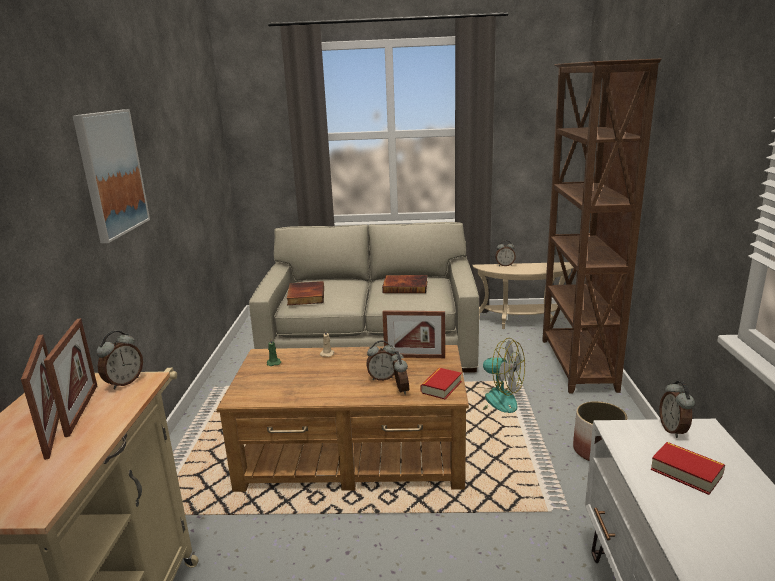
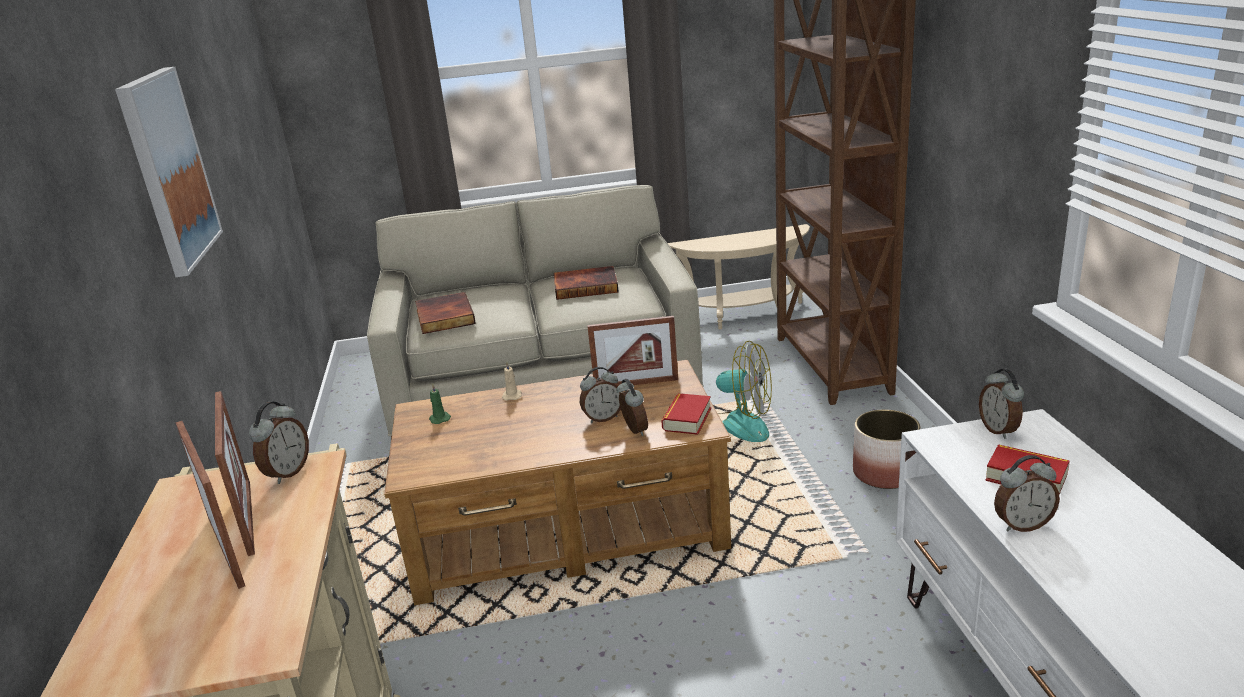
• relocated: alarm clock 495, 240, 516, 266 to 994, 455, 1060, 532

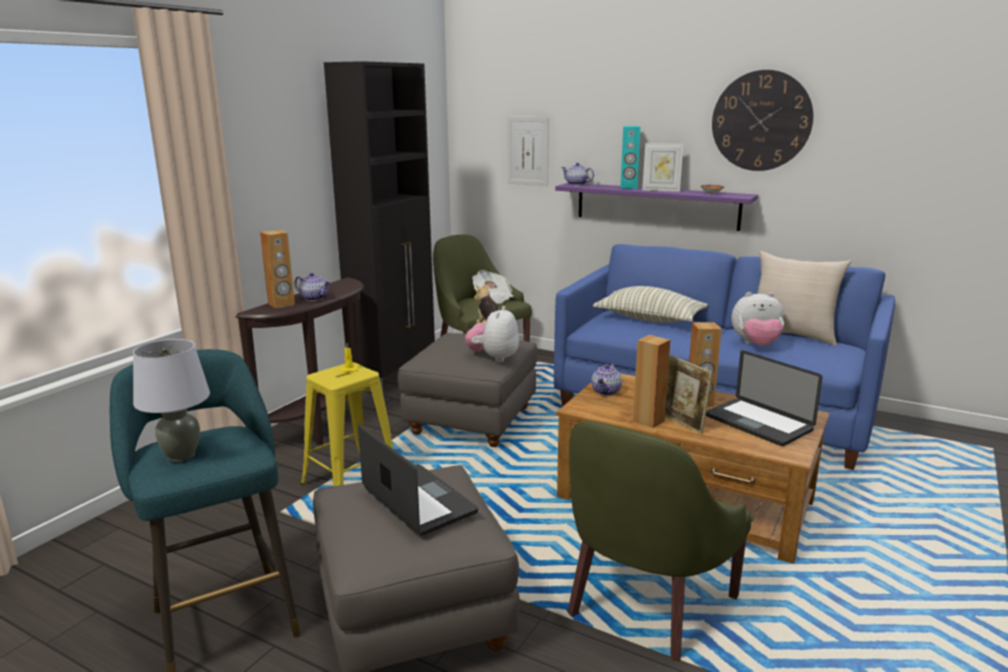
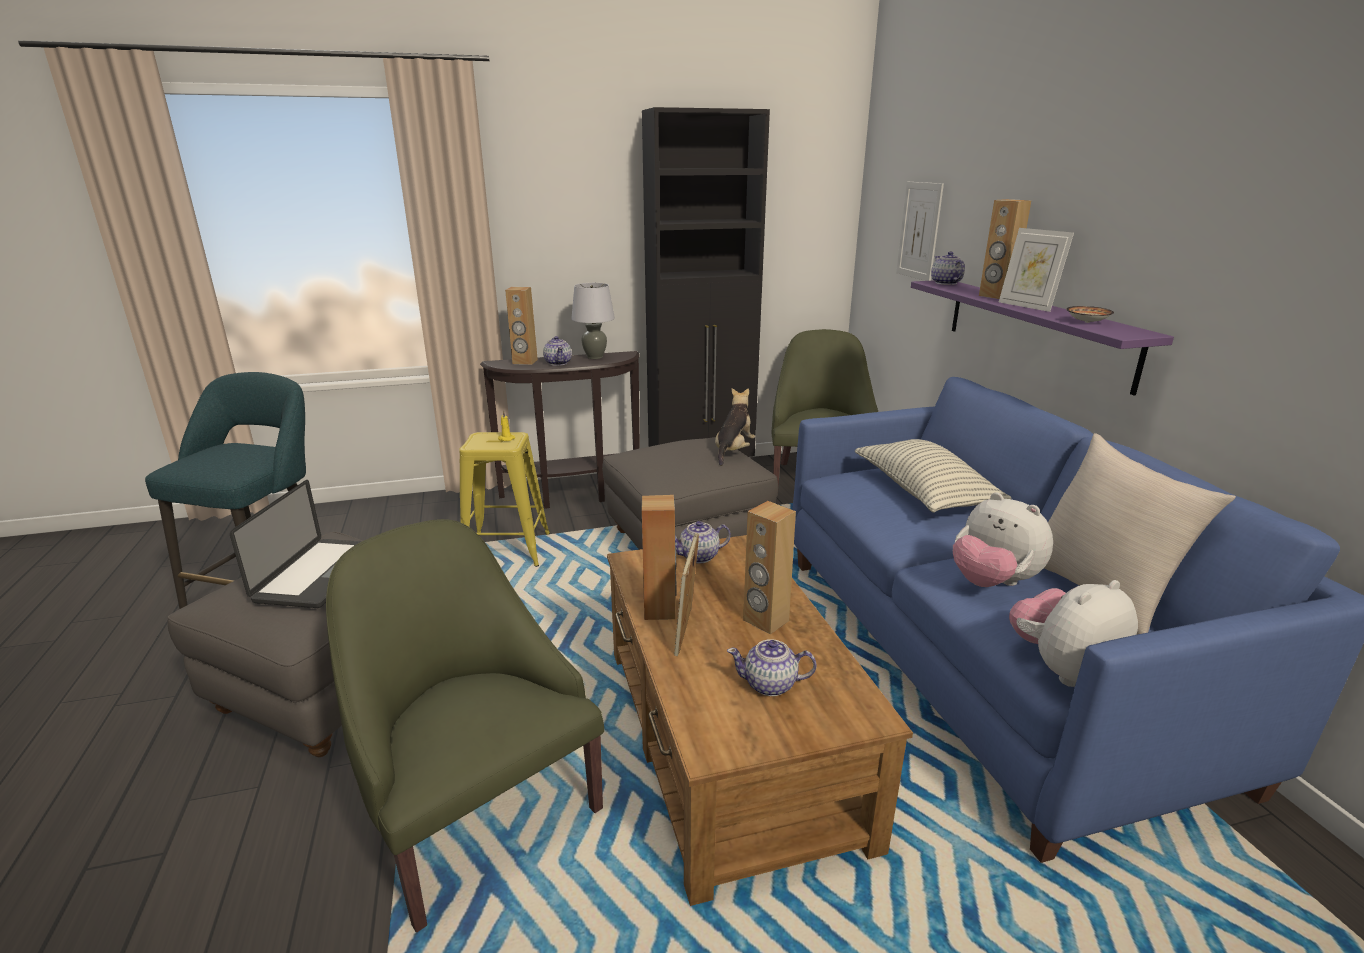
• missing: wall clock 712, 70, 813, 171
• colour: speaker (turquoise) 620, 126, 640, 189 to speaker (brown) 979, 199, 1031, 299
• missing: newspaper 472, 270, 514, 304
• relocated: plush toy 465, 306, 519, 362 to 1009, 580, 1138, 687
• relocated: table lamp (grey) 133, 339, 210, 462 to 571, 283, 615, 359
• exchanged: laptop 706, 350, 823, 446 to teapot 727, 639, 817, 696
• spun: armchair (green) 567, 421, 751, 661 = 326, 519, 604, 932 60 degrees clockwise

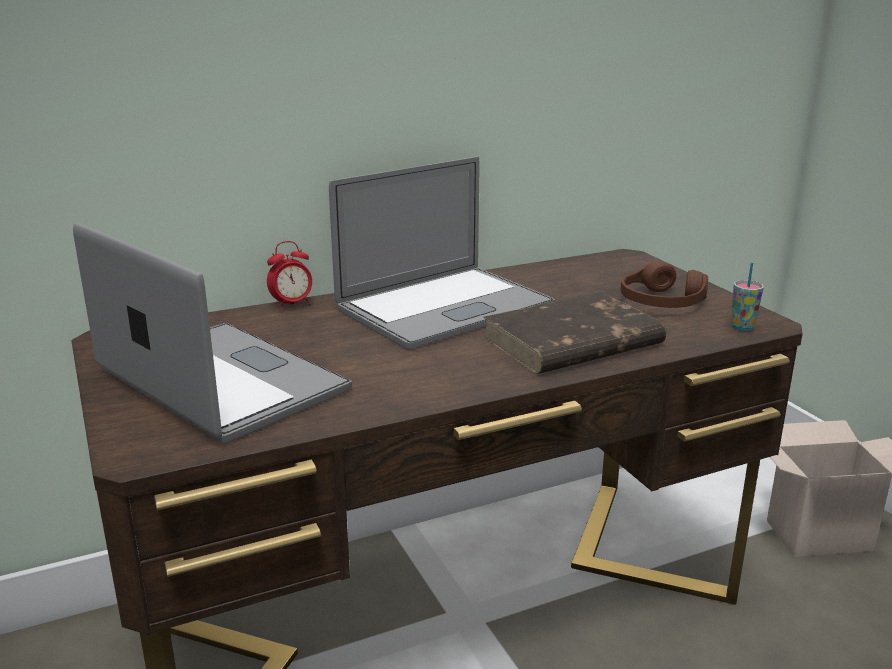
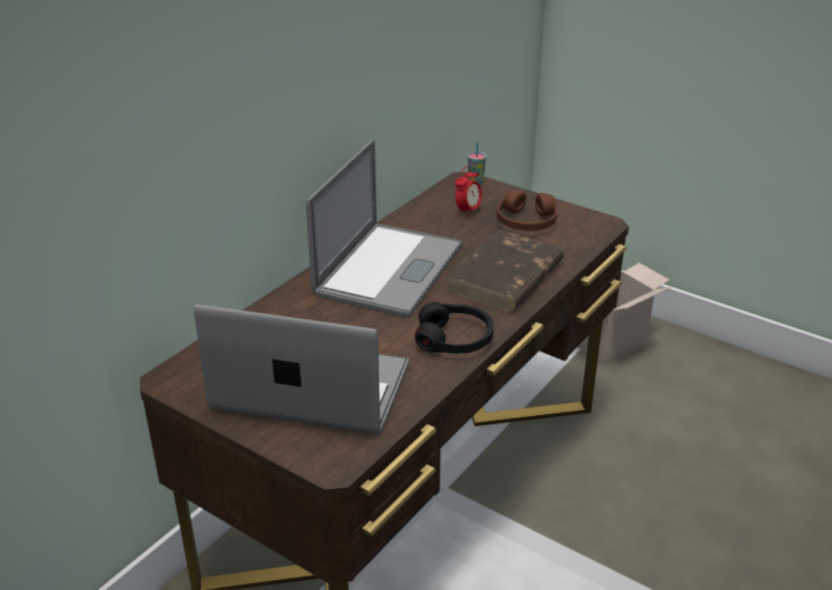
• relocated: alarm clock 267, 241, 312, 310 to 455, 167, 482, 217
• relocated: cup 731, 263, 764, 331 to 468, 141, 486, 185
• appeared: headphones (black) 415, 302, 494, 354

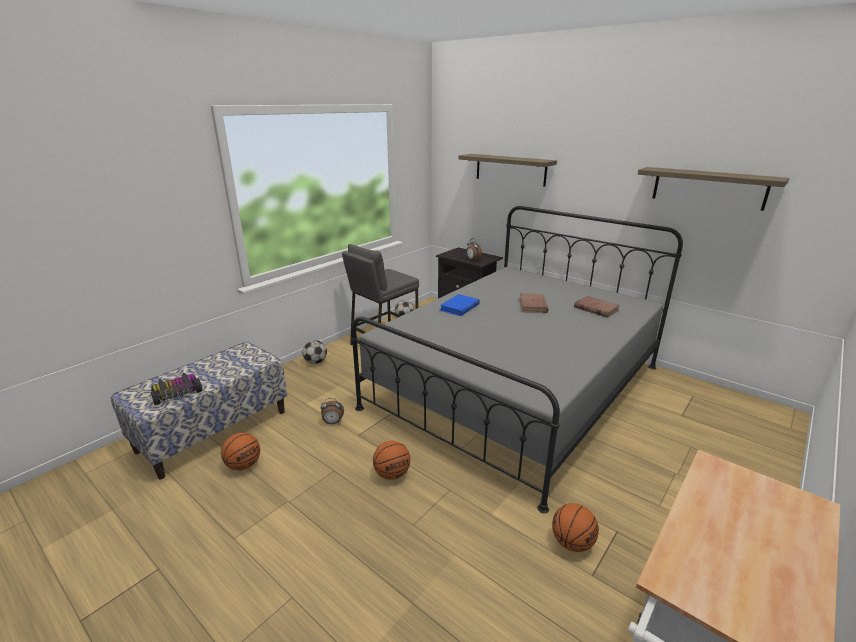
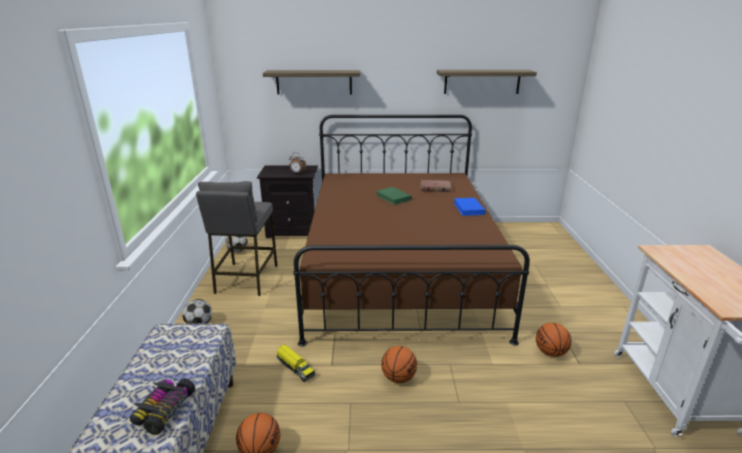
• colour: bed (grey) 351, 206, 683, 513 to bed (brown) 293, 115, 530, 347
• colour: book (brown) 519, 293, 549, 313 to book (green) 376, 187, 412, 205
• relocated: book (blue) 440, 294, 480, 316 to 454, 198, 486, 216
• exchanged: alarm clock 321, 398, 344, 424 to toy truck 276, 344, 315, 382

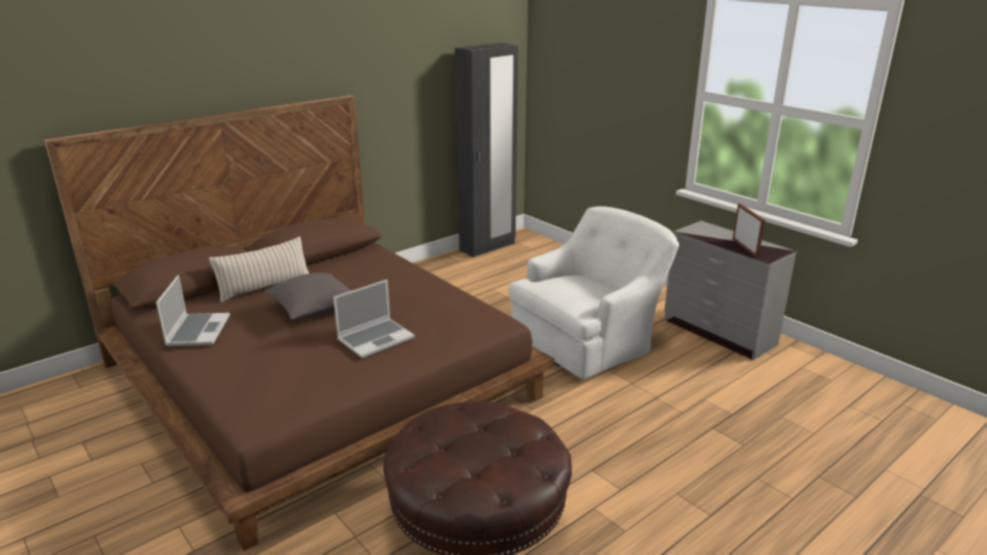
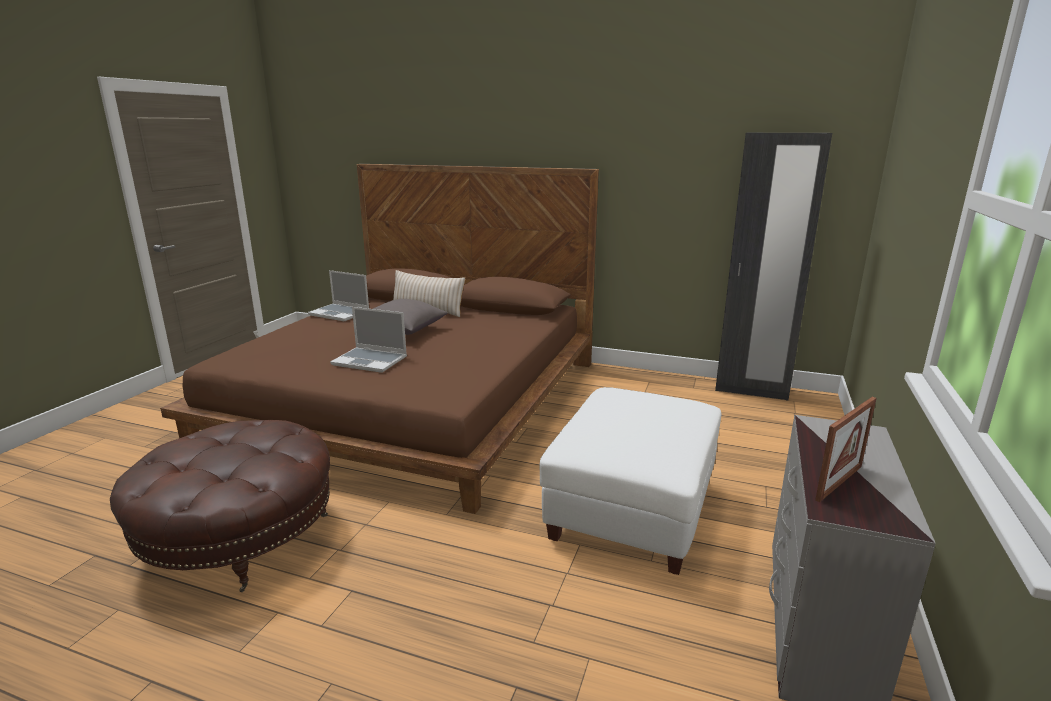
• exchanged: armchair (white) 509, 206, 679, 379 to ottoman (white) 539, 387, 721, 575
• spun: laptop 156, 275, 230, 346 = 308, 270, 369, 321 60 degrees clockwise

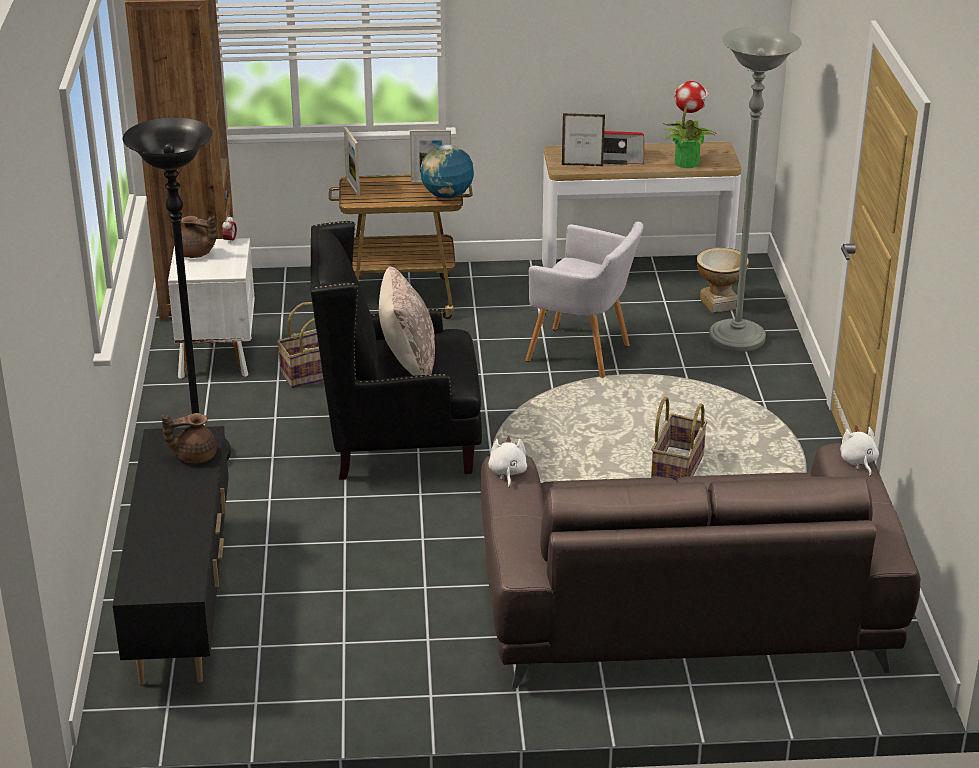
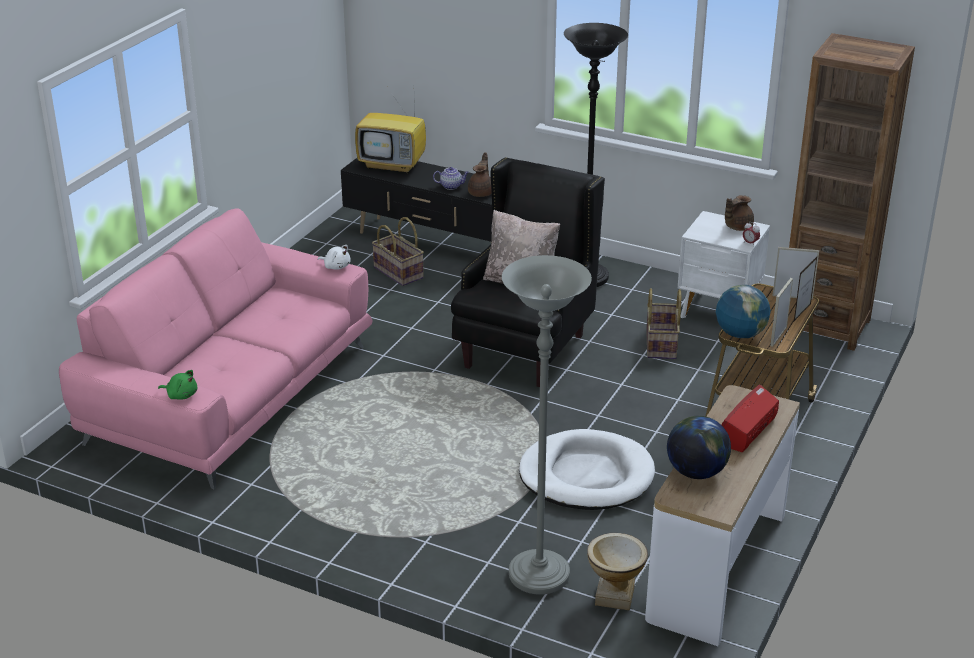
• exchanged: potted plant 663, 81, 717, 168 to globe 667, 416, 731, 479
• relocated: picture frame 562, 113, 605, 166 to 794, 257, 817, 321
• exchanged: armchair (grey) 525, 222, 643, 378 to dog bed (white) 519, 429, 655, 510
• relocated: basket 651, 397, 707, 482 to 372, 217, 424, 286
• colour: plush toy (white) 840, 426, 879, 476 to plush toy (green) 158, 370, 197, 400
• colour: sofa (brown) 481, 443, 920, 688 to sofa (pink) 59, 209, 372, 489
• appeared: television 355, 91, 426, 173
• appeared: teapot 433, 167, 469, 190

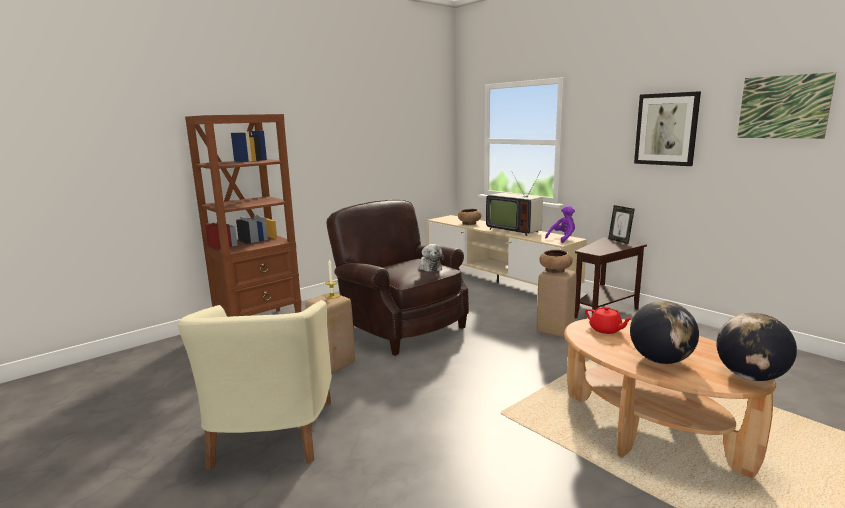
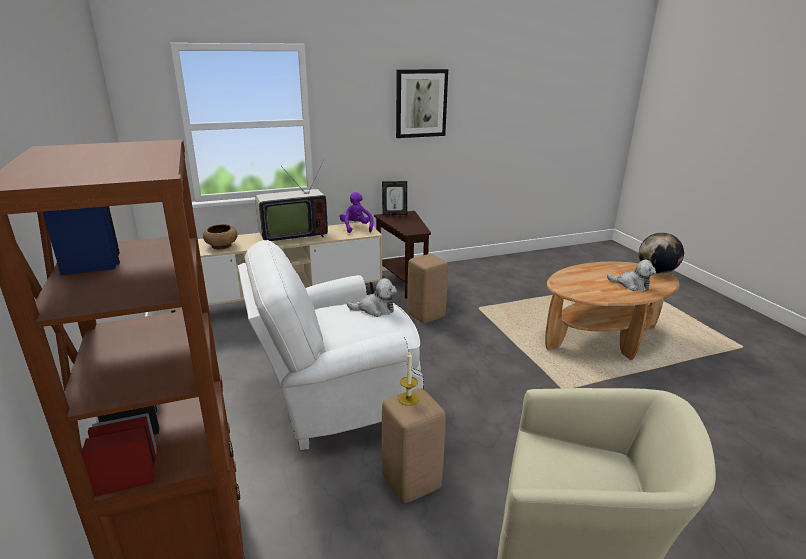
• missing: picture 737, 72, 836, 139
• colour: armchair (brown) 327, 200, 469, 356 to armchair (white) 238, 240, 424, 450
• missing: bowl (brown) 539, 250, 573, 273
• exchanged: globe 630, 301, 699, 364 to plush toy 607, 260, 656, 291
• missing: teapot (red) 585, 306, 632, 334

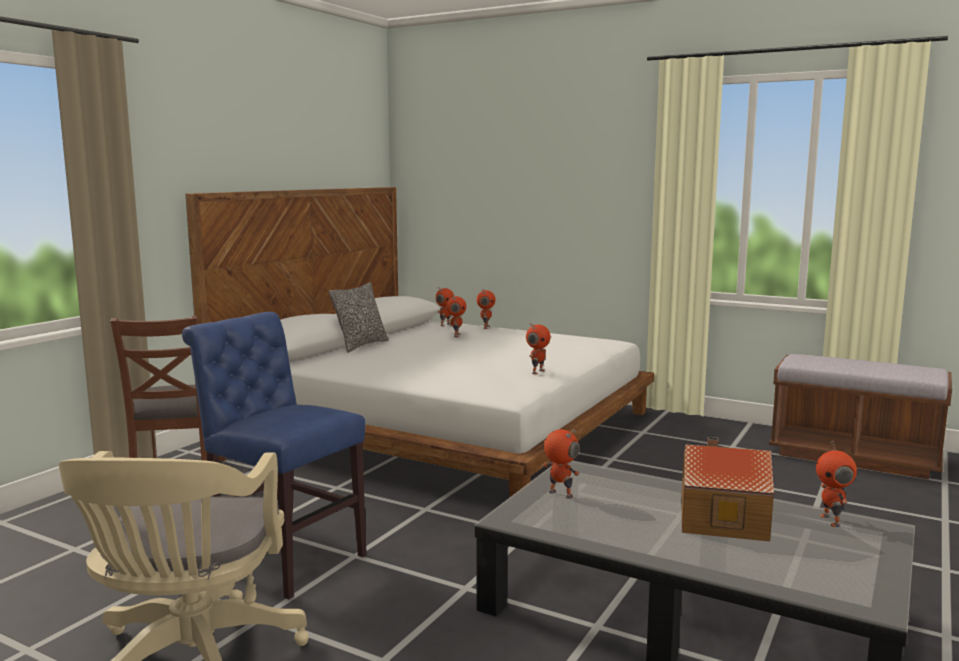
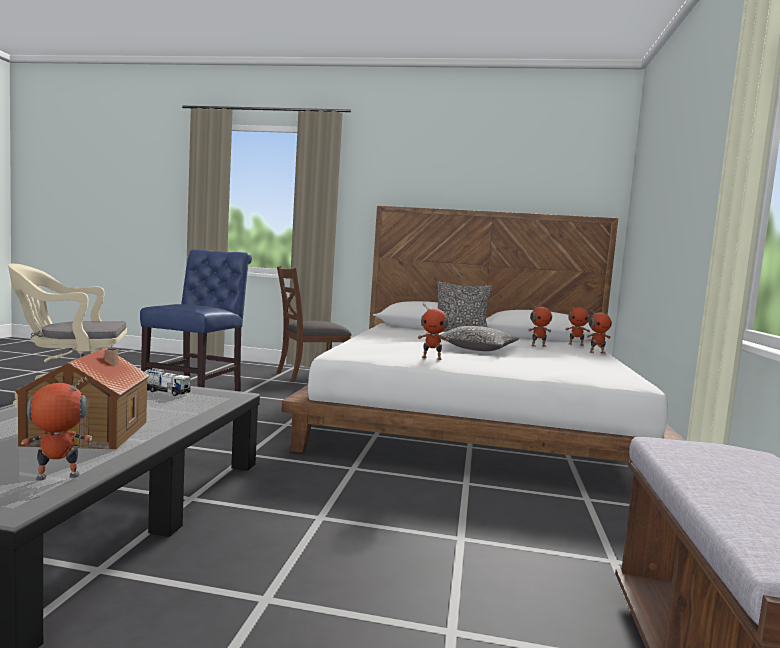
• exchanged: toy robot 542, 429, 580, 499 to toy truck 145, 368, 191, 396
• appeared: pillow 440, 326, 519, 351

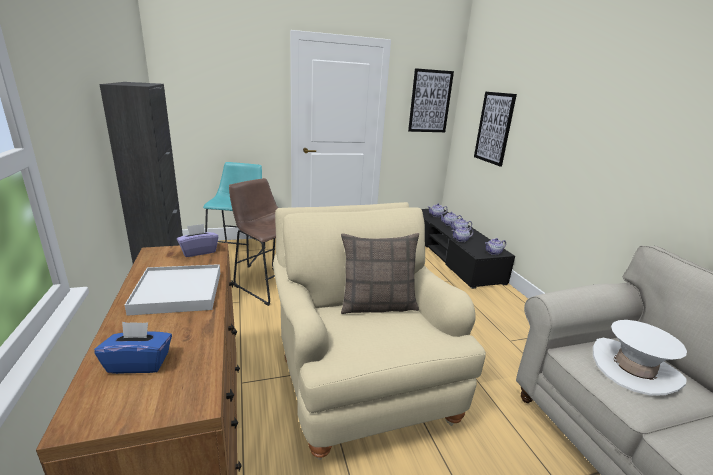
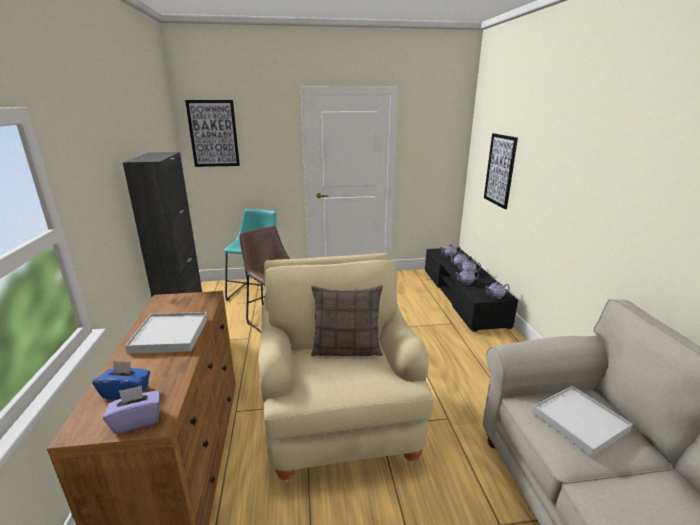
• relocated: picture 408, 68, 454, 132 to 185, 100, 240, 167
• relocated: tissue box (purple) 177, 224, 218, 257 to 103, 385, 160, 434
• exchanged: hat (white) 593, 320, 687, 396 to tray (white) 532, 386, 633, 457

